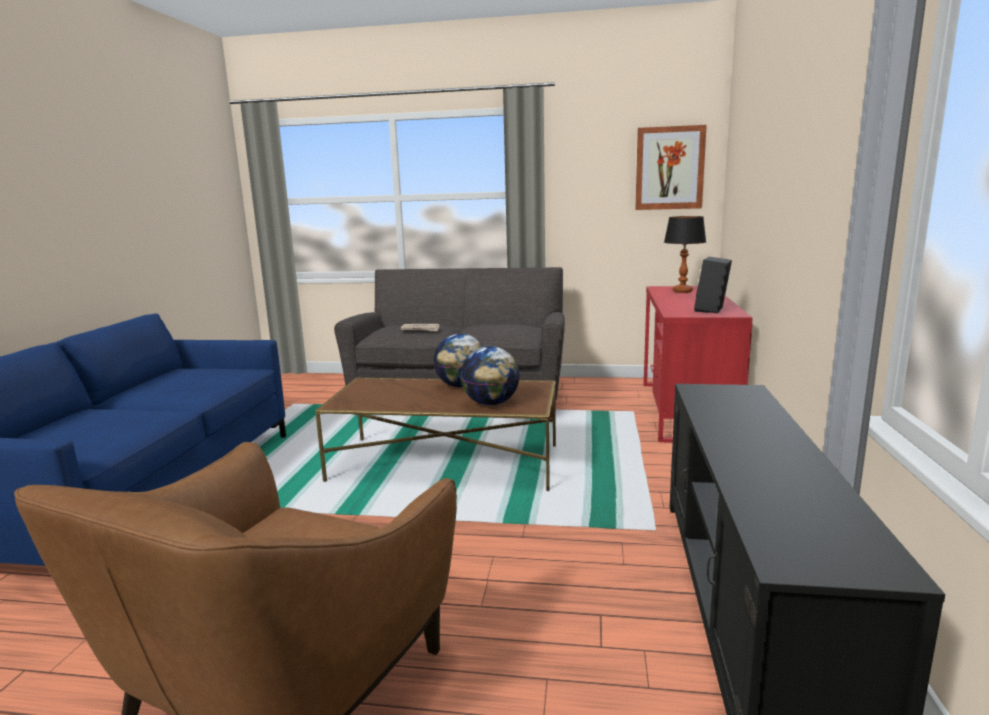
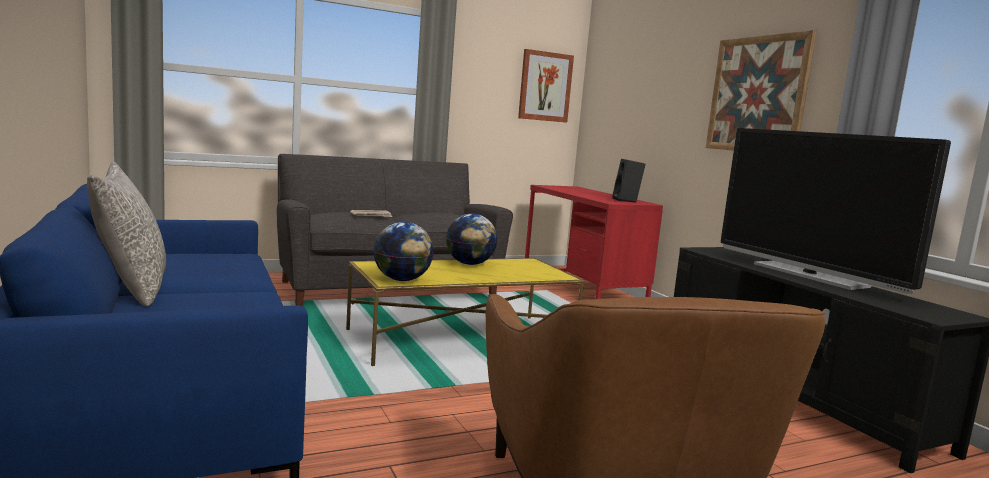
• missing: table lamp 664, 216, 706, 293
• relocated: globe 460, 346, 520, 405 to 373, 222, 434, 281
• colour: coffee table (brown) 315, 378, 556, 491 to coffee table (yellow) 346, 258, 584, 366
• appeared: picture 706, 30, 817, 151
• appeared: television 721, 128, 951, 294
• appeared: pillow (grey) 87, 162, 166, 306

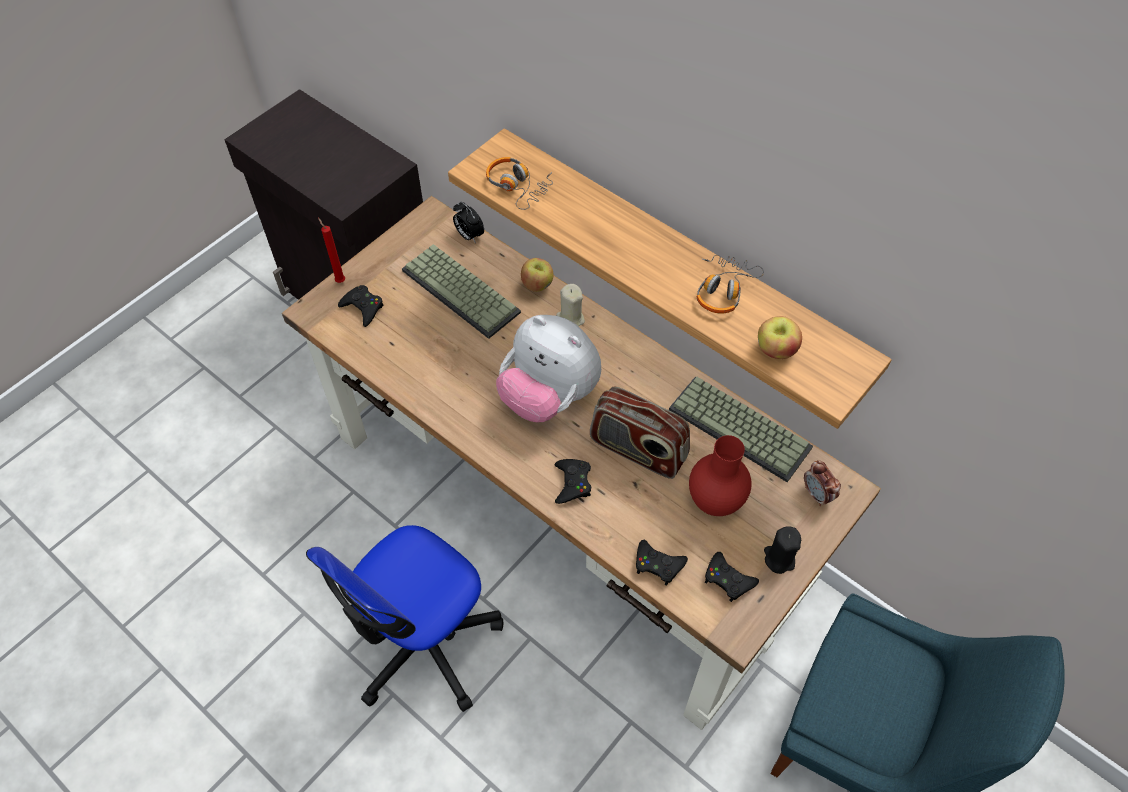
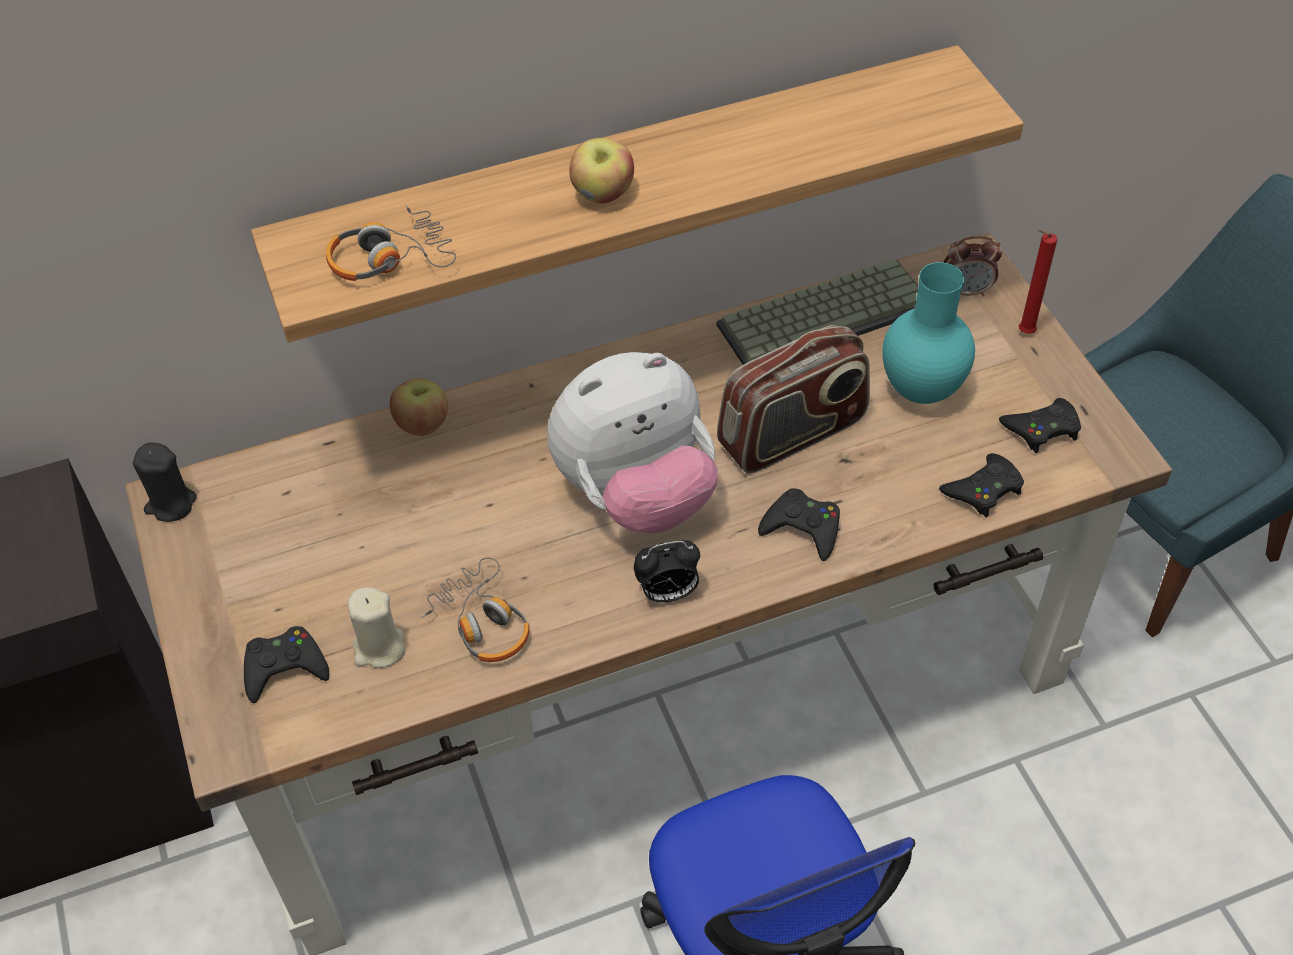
• relocated: alarm clock 453, 201, 484, 243 to 634, 540, 700, 603
• relocated: candle (red) 318, 218, 345, 283 to 1019, 229, 1057, 334
• missing: keyboard 402, 244, 521, 339
• relocated: headphones 697, 255, 764, 314 to 422, 558, 530, 662
• relocated: candle (beige) 556, 284, 585, 327 to 348, 587, 405, 668
• relocated: apple 758, 316, 802, 359 to 569, 138, 634, 204
• colour: vase (red) 689, 435, 752, 516 to vase (turquoise) 882, 262, 975, 404
• relocated: candle (black) 764, 526, 801, 574 to 133, 443, 197, 522

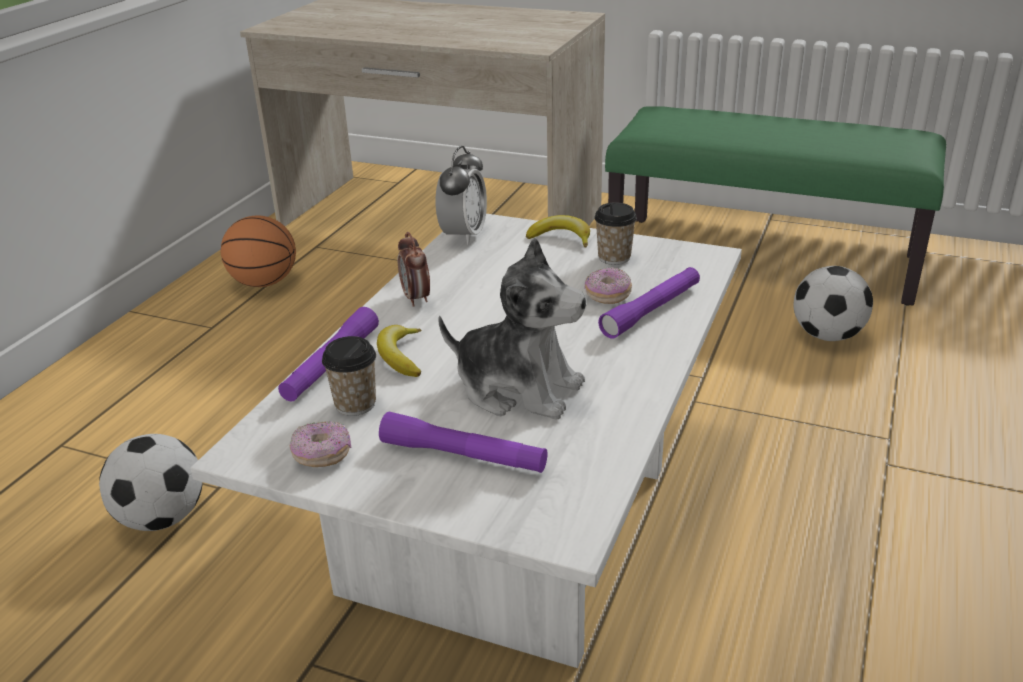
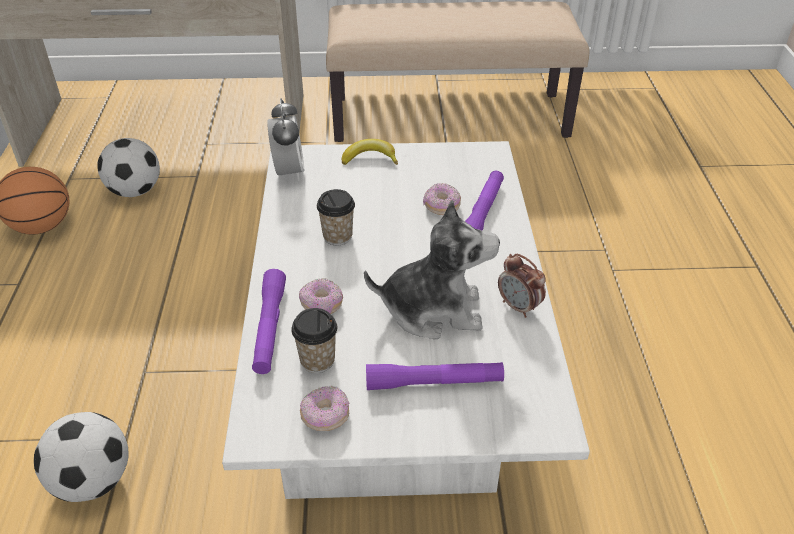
• colour: bench (green) 605, 106, 946, 306 to bench (beige) 326, 1, 589, 142
• relocated: cup 594, 202, 637, 265 to 317, 189, 355, 245
• relocated: alarm clock 398, 232, 430, 307 to 498, 254, 546, 318
• relocated: football 794, 266, 873, 341 to 97, 138, 160, 197
• exchanged: banana 377, 325, 421, 377 to donut 299, 278, 343, 314

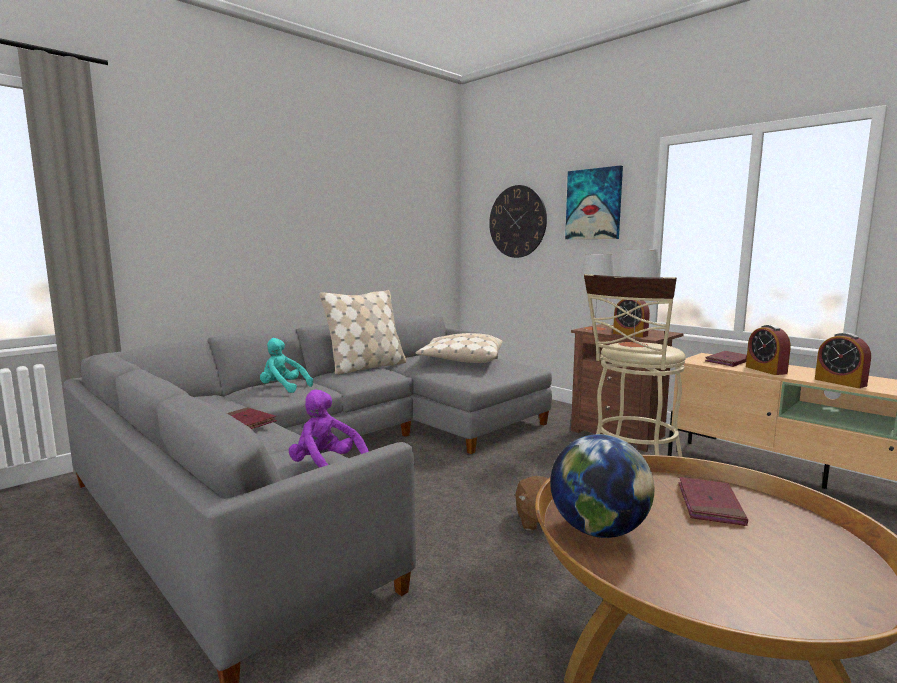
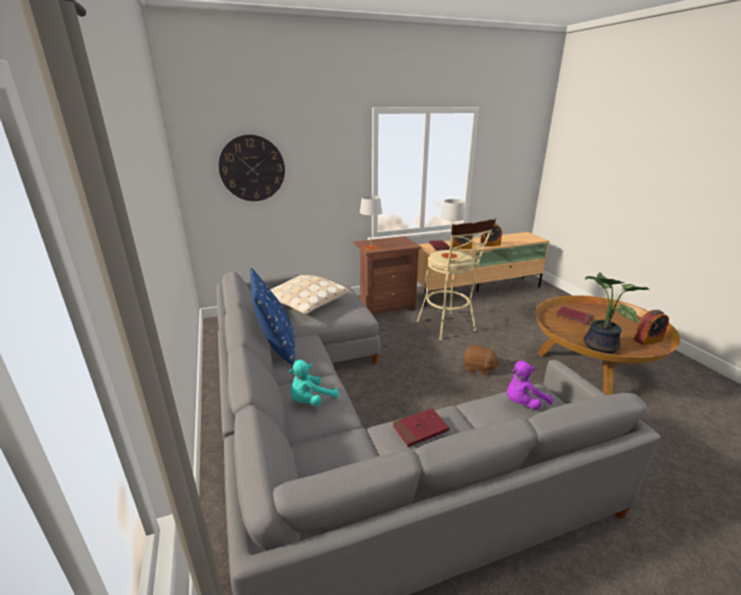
• missing: picture 565, 165, 623, 239
• colour: pillow (beige) 319, 290, 406, 375 to pillow (blue) 250, 268, 295, 365
• relocated: alarm clock 613, 300, 650, 337 to 634, 310, 669, 345
• exchanged: globe 550, 434, 654, 538 to potted plant 584, 272, 649, 354

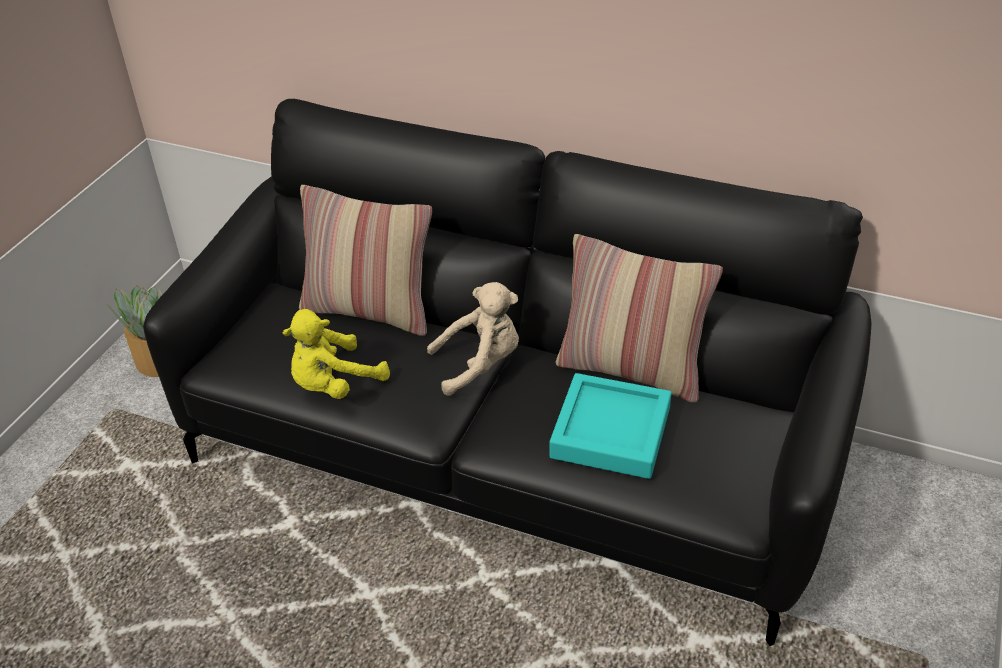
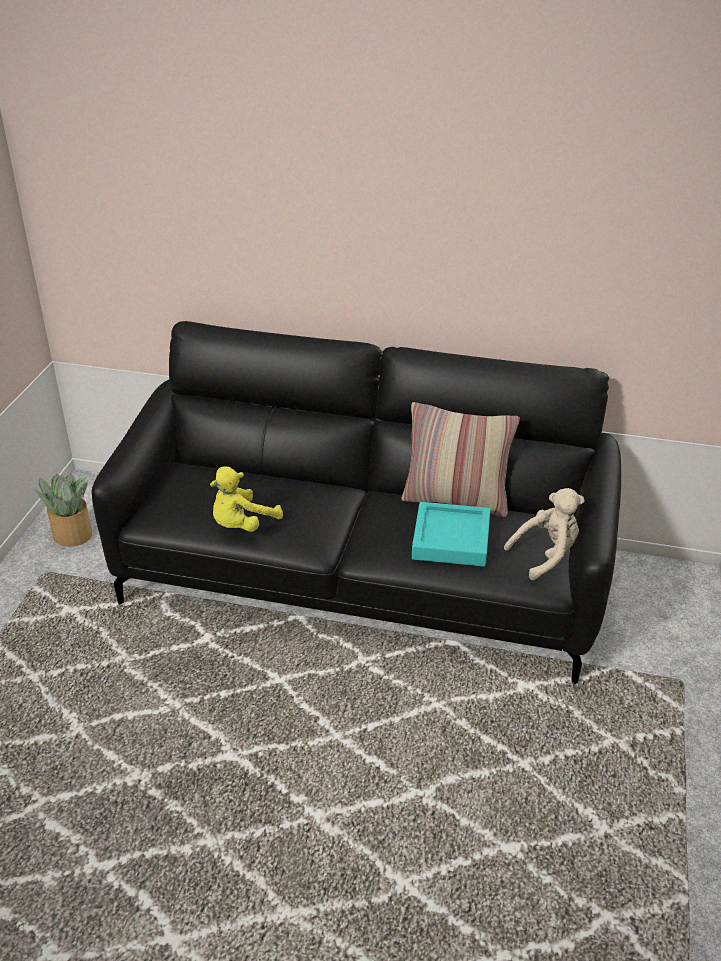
• missing: pillow 299, 185, 432, 336
• relocated: plush toy (beige) 427, 282, 519, 396 to 504, 488, 585, 580

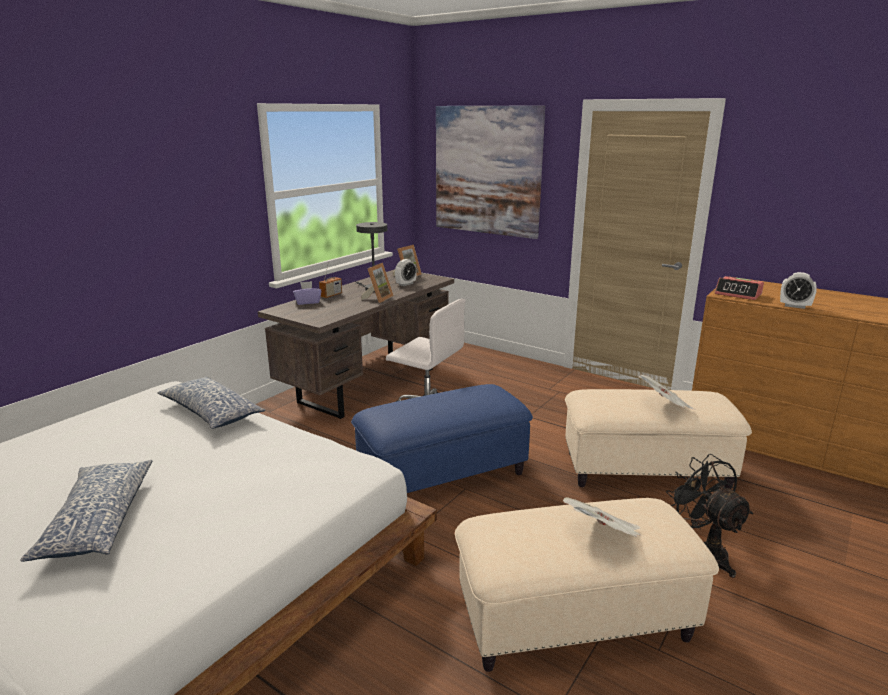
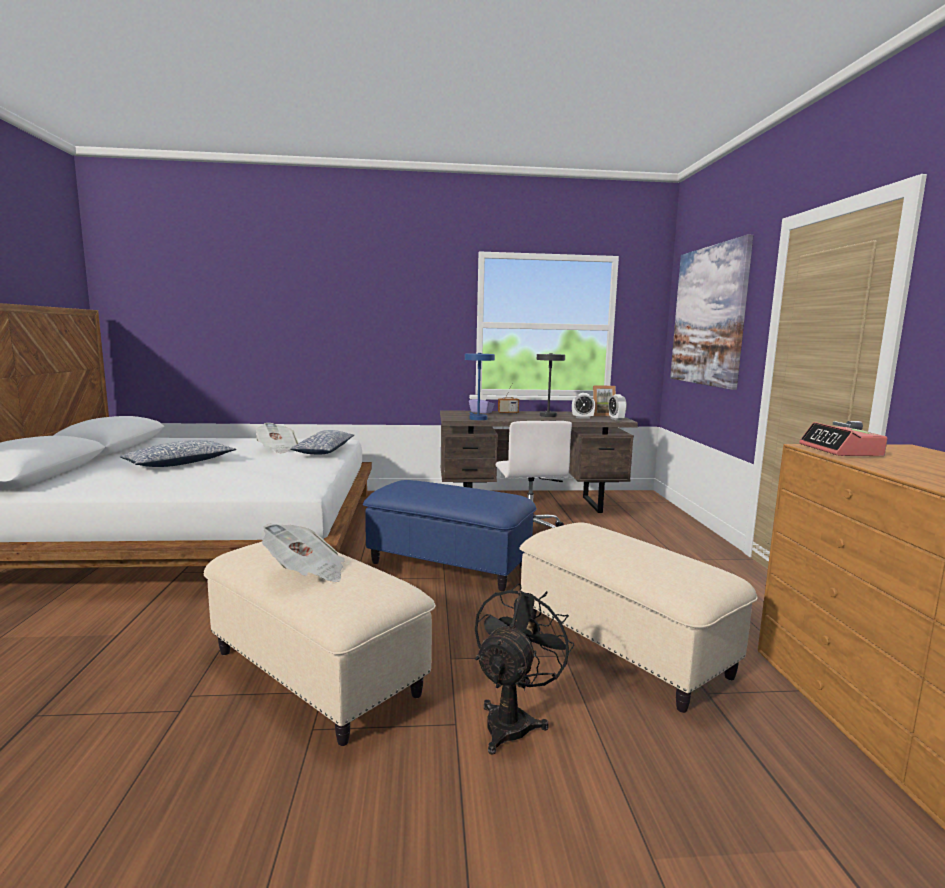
• missing: picture frame 361, 263, 394, 303
• relocated: alarm clock 780, 272, 817, 309 to 608, 394, 627, 421
• relocated: newspaper 638, 375, 696, 410 to 256, 423, 298, 453
• appeared: table lamp (blue) 465, 353, 495, 420

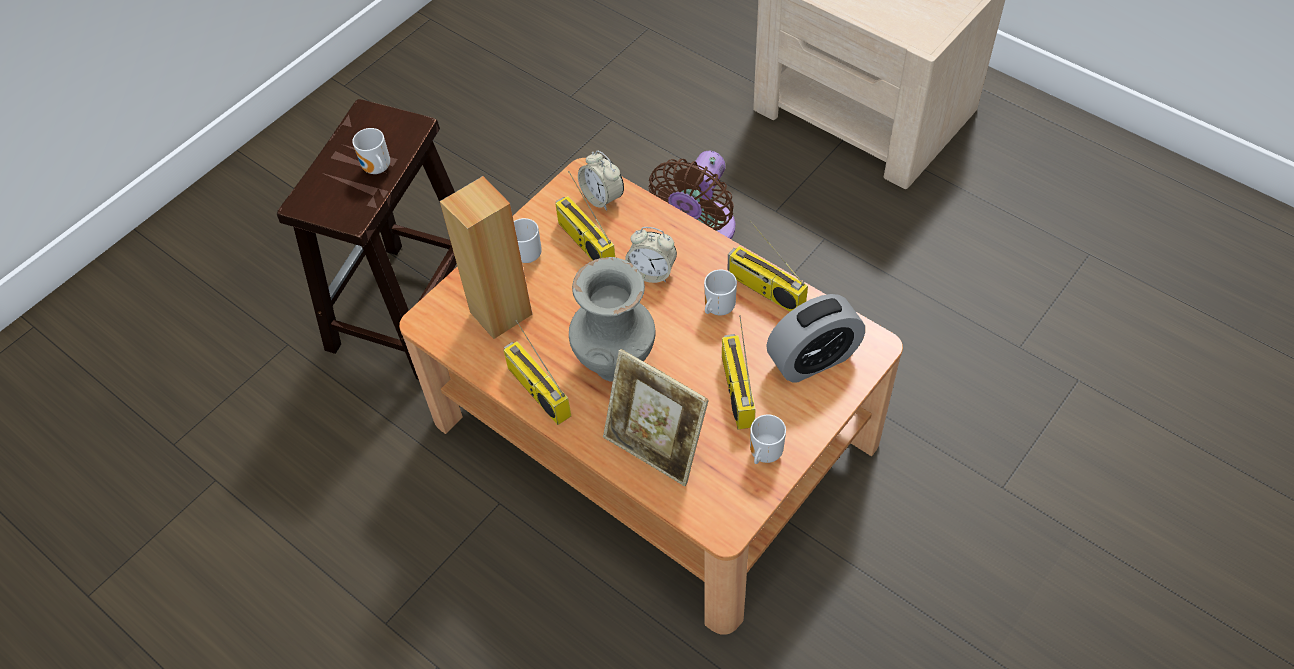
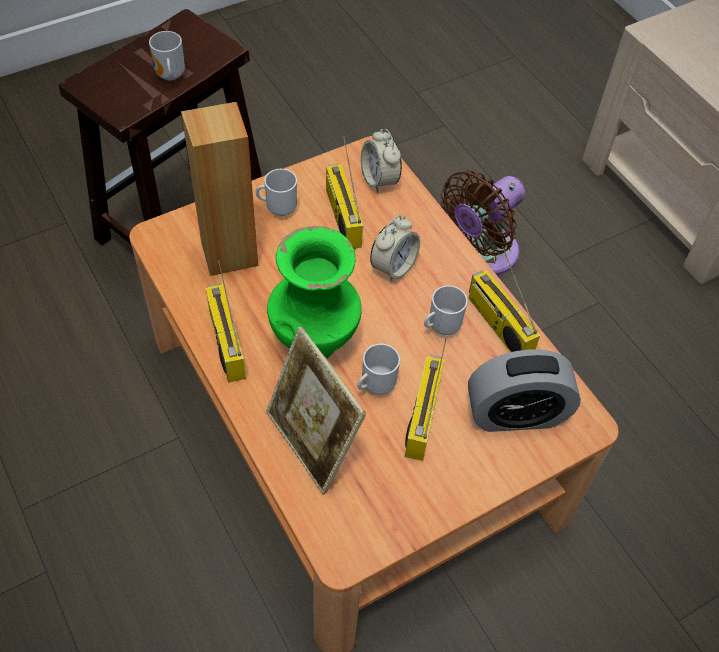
• spun: alarm clock 625, 227, 677, 283 = 370, 215, 420, 282 90 degrees counterclockwise
• colour: vase (grey) 569, 257, 655, 382 to vase (green) 267, 226, 362, 358
• relocated: mug 750, 414, 786, 464 to 357, 344, 400, 395

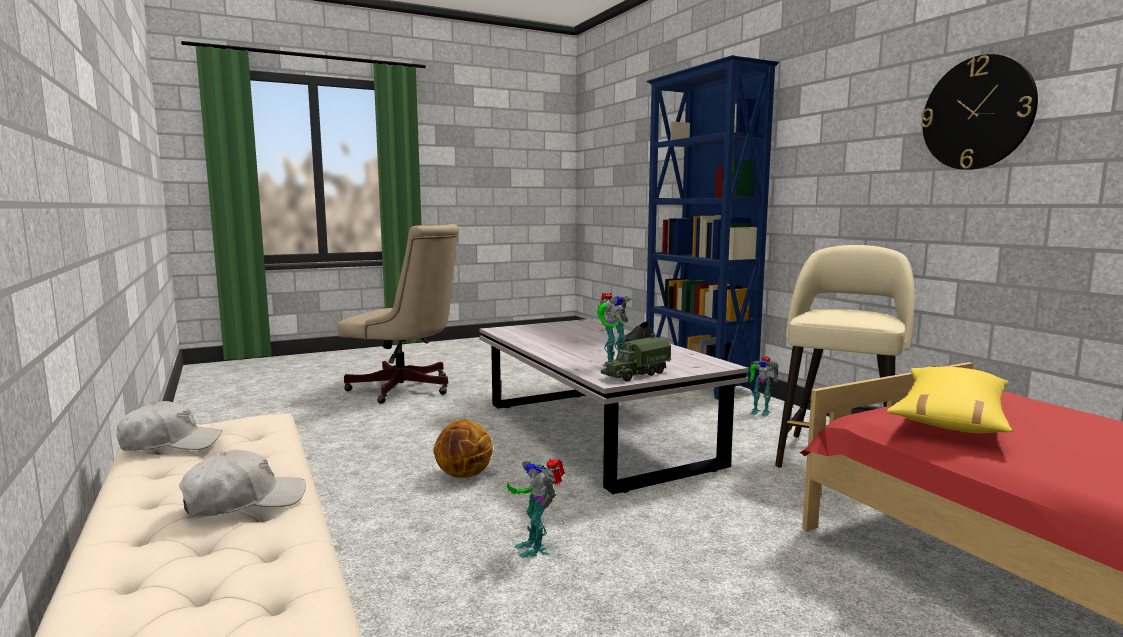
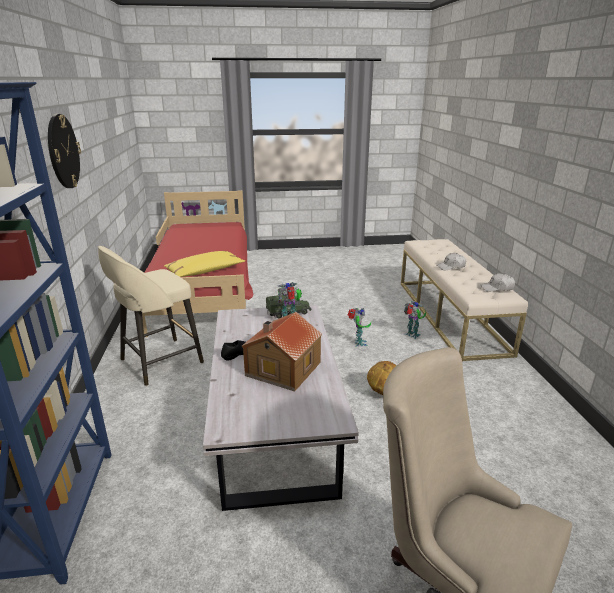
• relocated: toy robot 749, 356, 779, 416 to 404, 301, 426, 339
• appeared: toy house 242, 312, 322, 391

